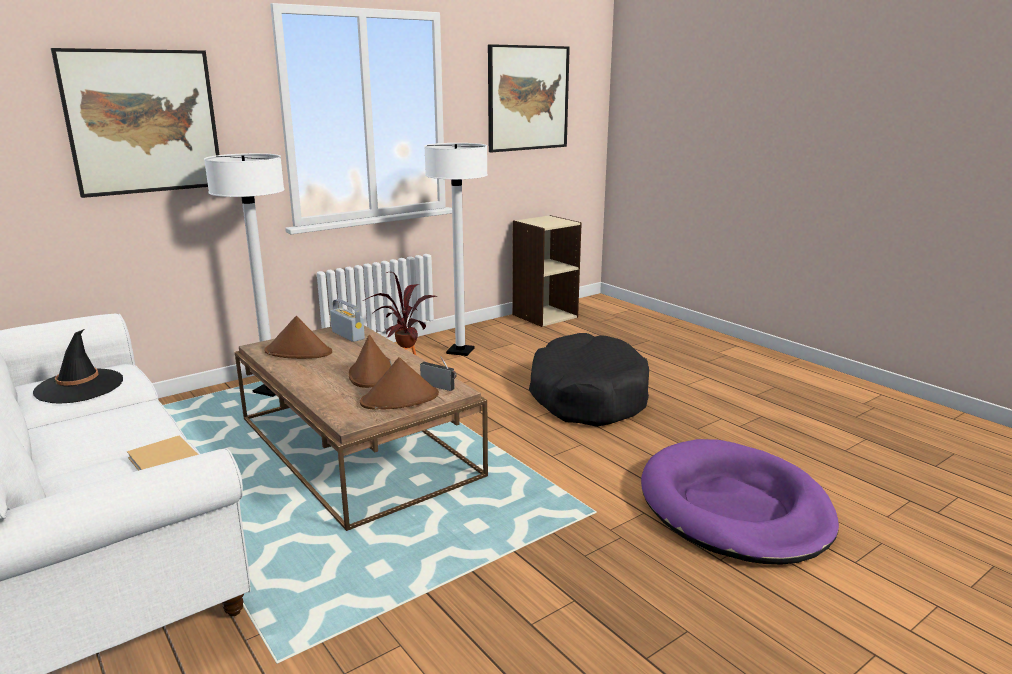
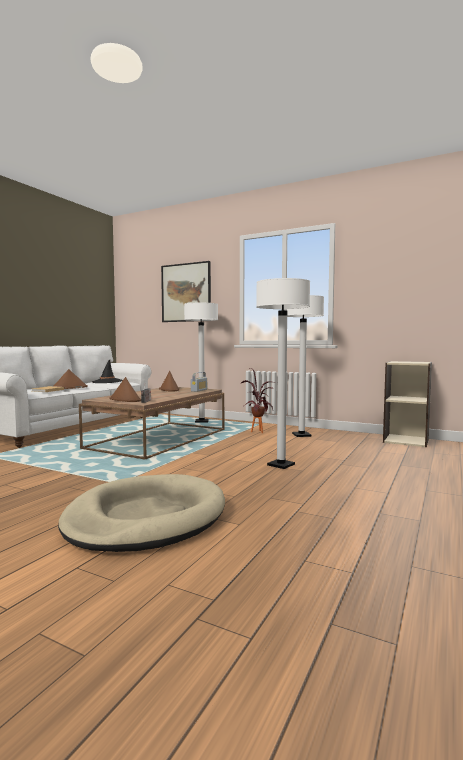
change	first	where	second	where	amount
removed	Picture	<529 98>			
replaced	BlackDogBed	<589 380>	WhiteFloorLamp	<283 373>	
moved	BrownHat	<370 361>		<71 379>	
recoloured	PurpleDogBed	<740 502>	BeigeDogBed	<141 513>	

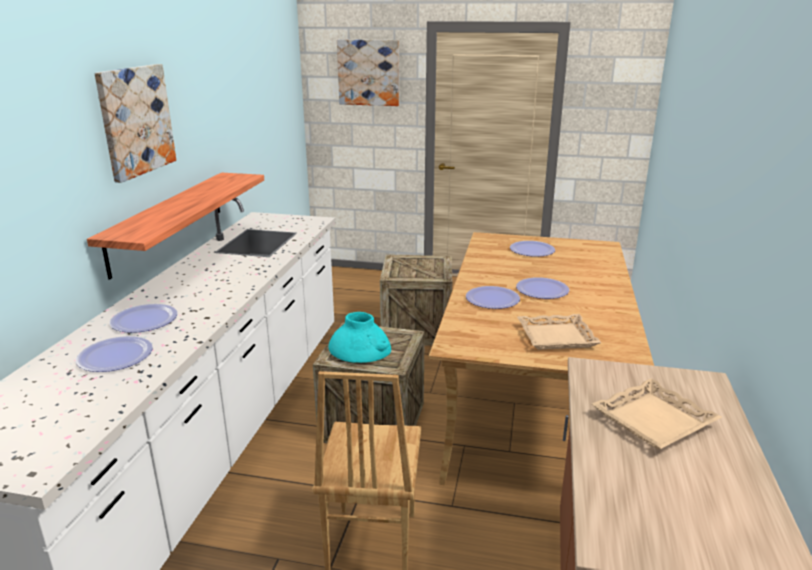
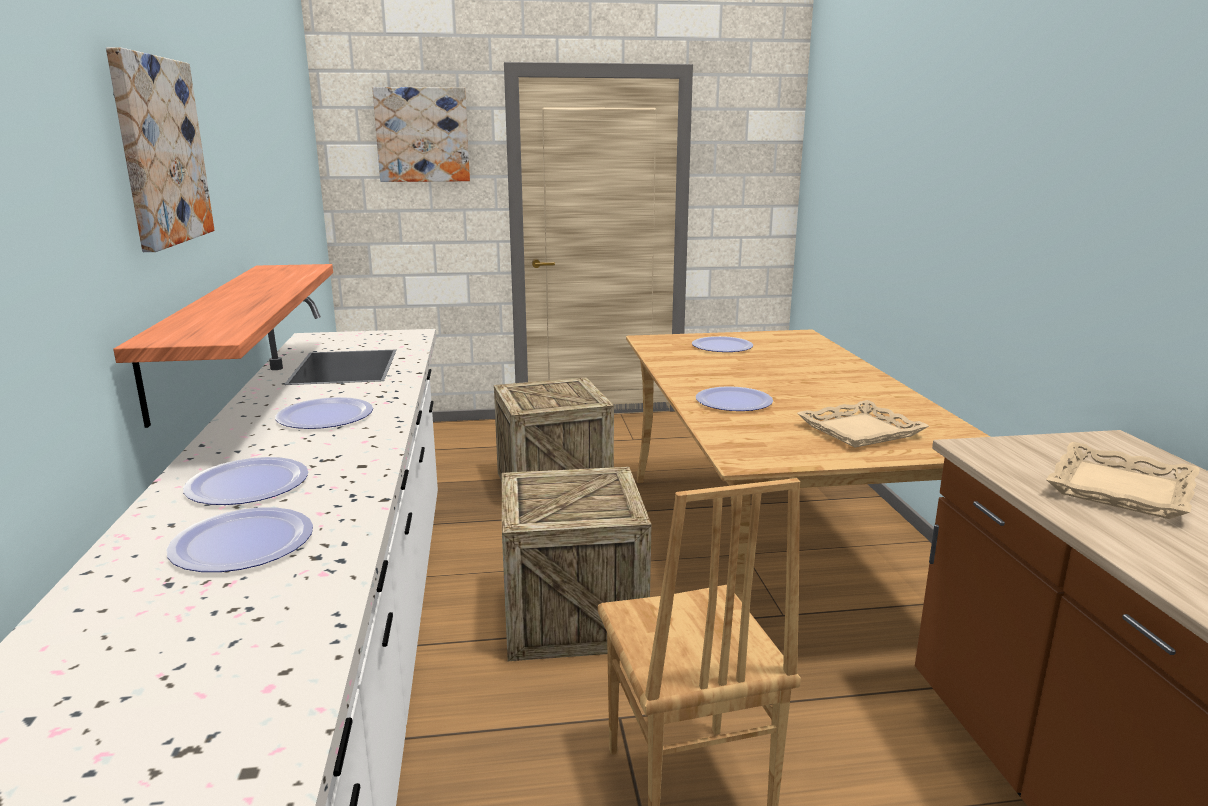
change	first	where	second	where	amount
moved	Plate	<542 288>		<324 413>	
removed	TurquoiseVase	<360 337>			

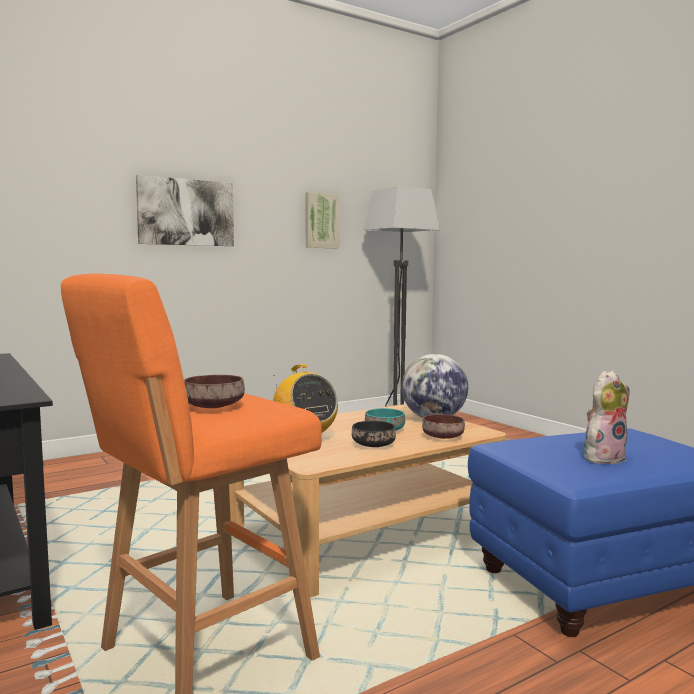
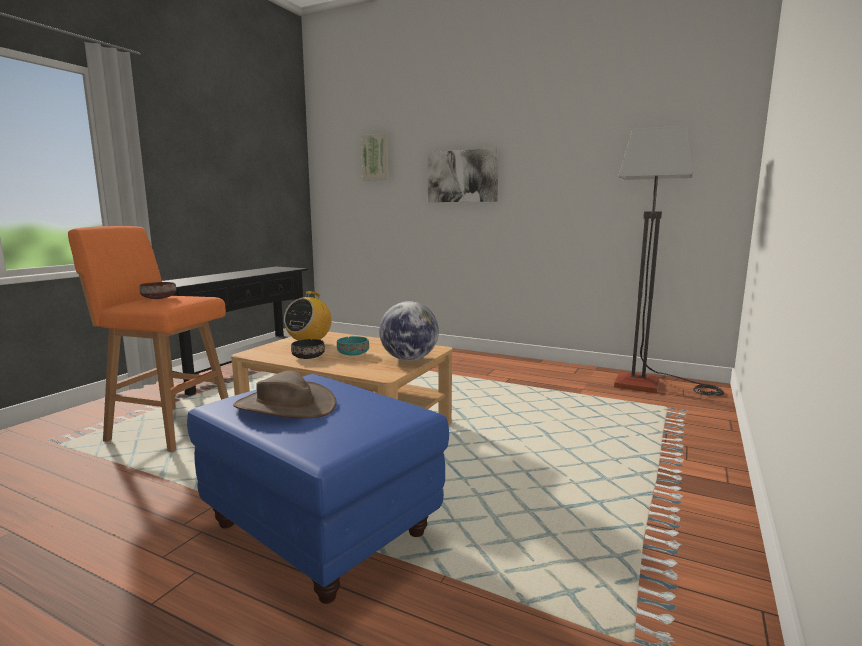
change	first	where	second	where	amount
moved	Picture	<322 220>		<375 157>	
replaced	PlushToy	<607 417>	BrownHat	<285 394>	
removed	BrownBowl	<443 426>			

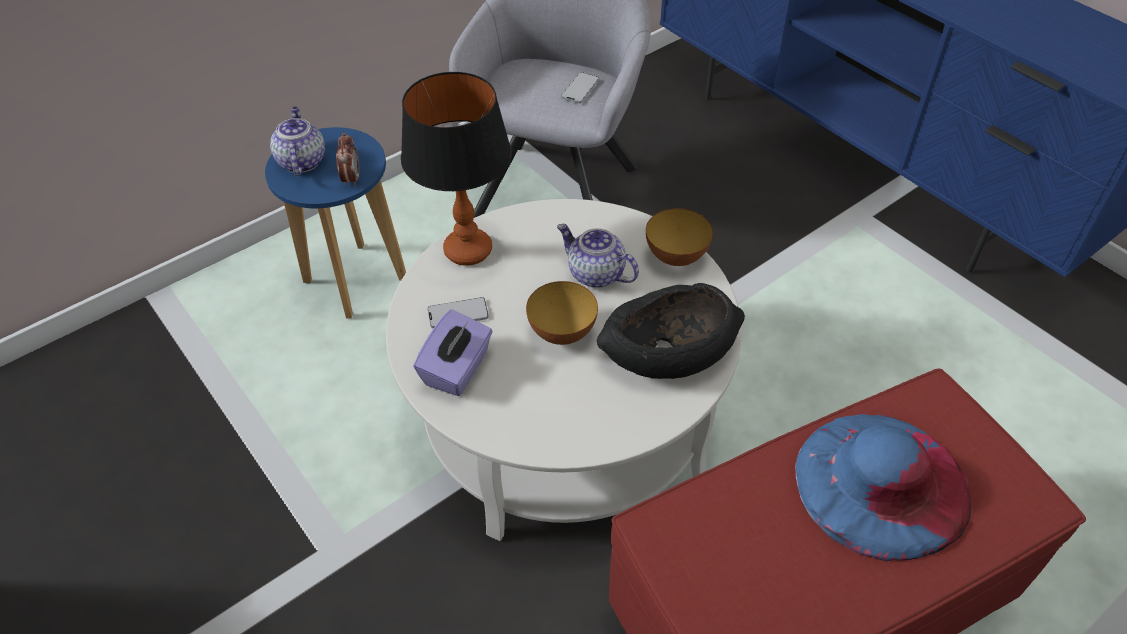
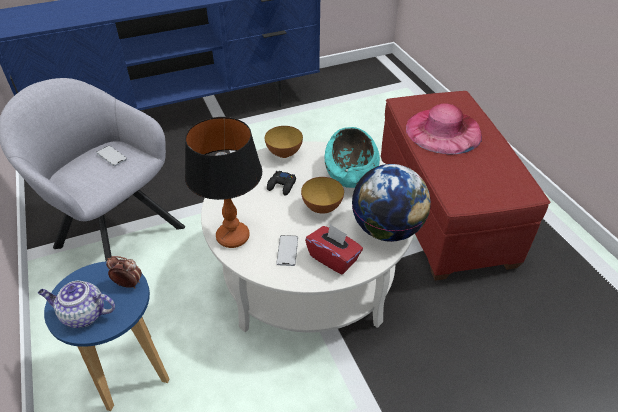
change	first	where	second	where	amount
replaced	Teapot	<598 256>	BlackGameController	<281 183>	
recoloured	BlackBowl	<671 331>	TurquoiseBowl	<352 157>	
recoloured	PurpleTissueBox	<453 352>	RedTissueBox	<334 249>	
recoloured	BlueHat	<883 488>	PinkHat	<444 128>	
added			Globe	<391 203>	

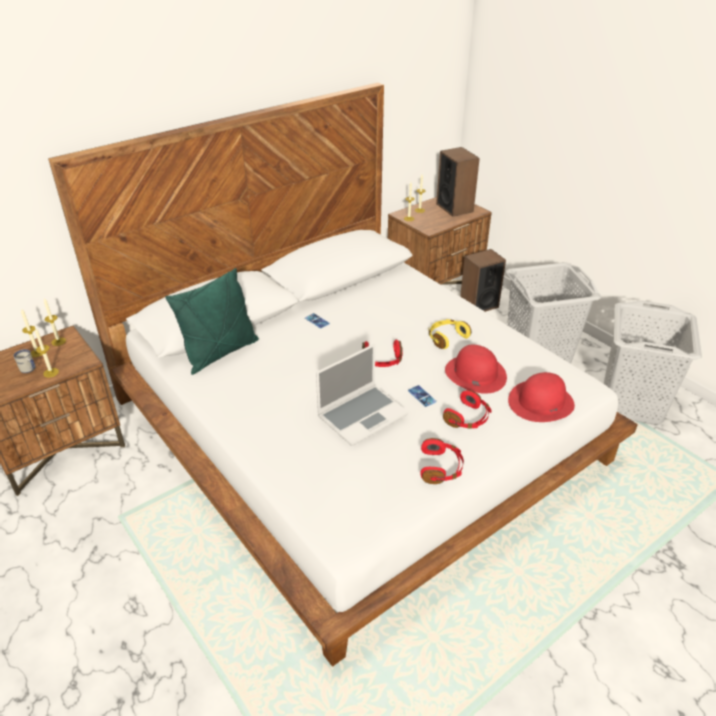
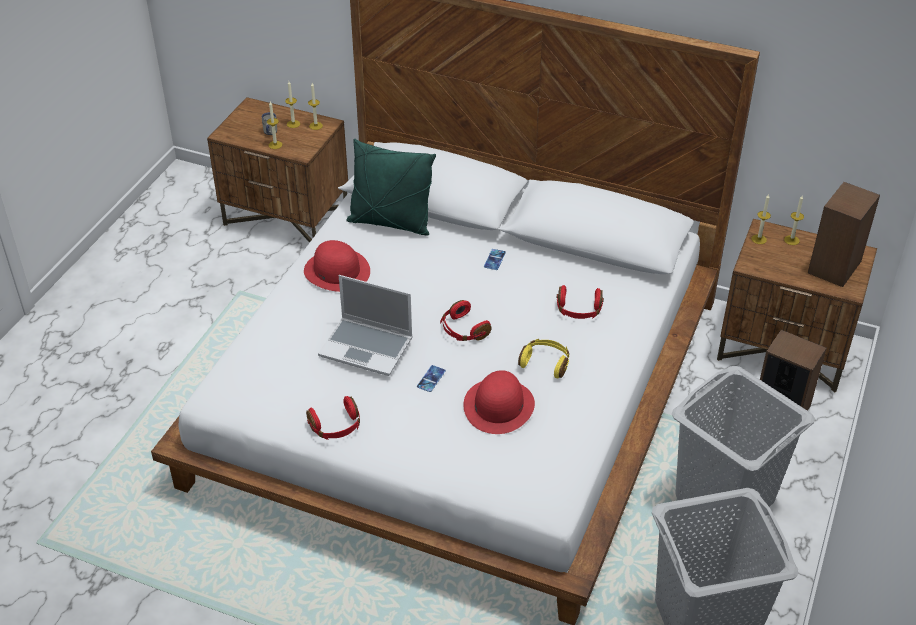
change	first	where	second	where	amount
moved	RedHat	<541 397>		<337 266>	
moved	RedHeadphones	<467 409>		<580 302>	

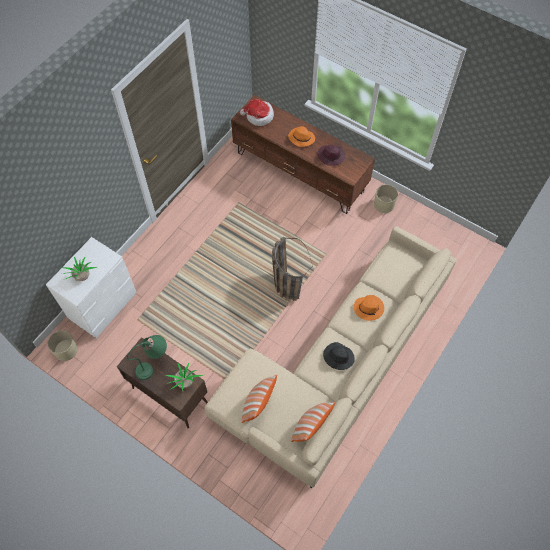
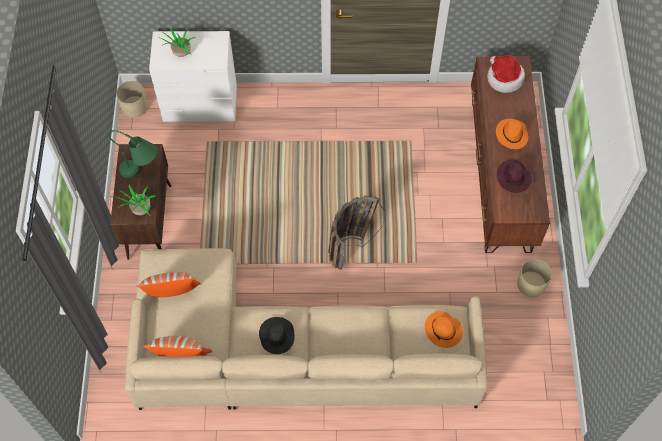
change	first	where	second	where	amount
moved	OrangeHat	<369 308>		<444 329>	

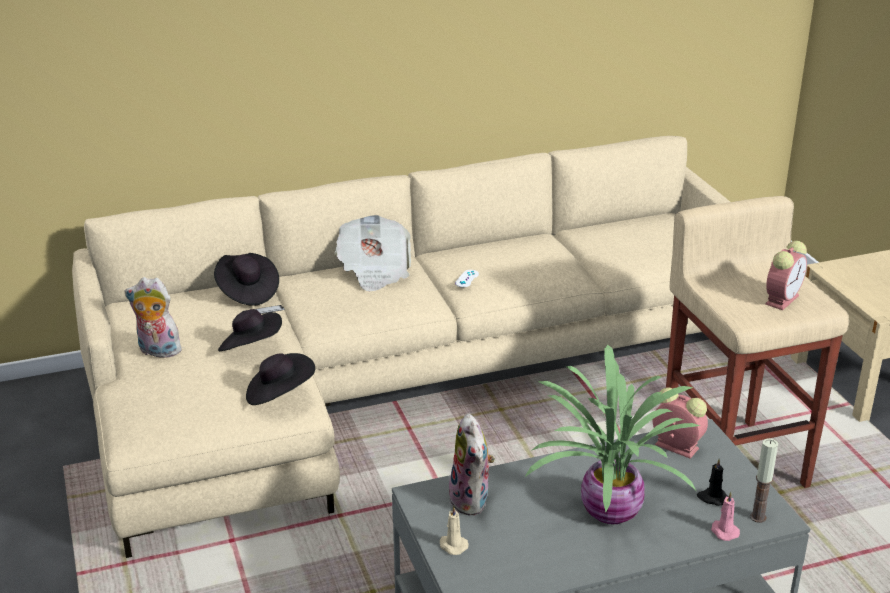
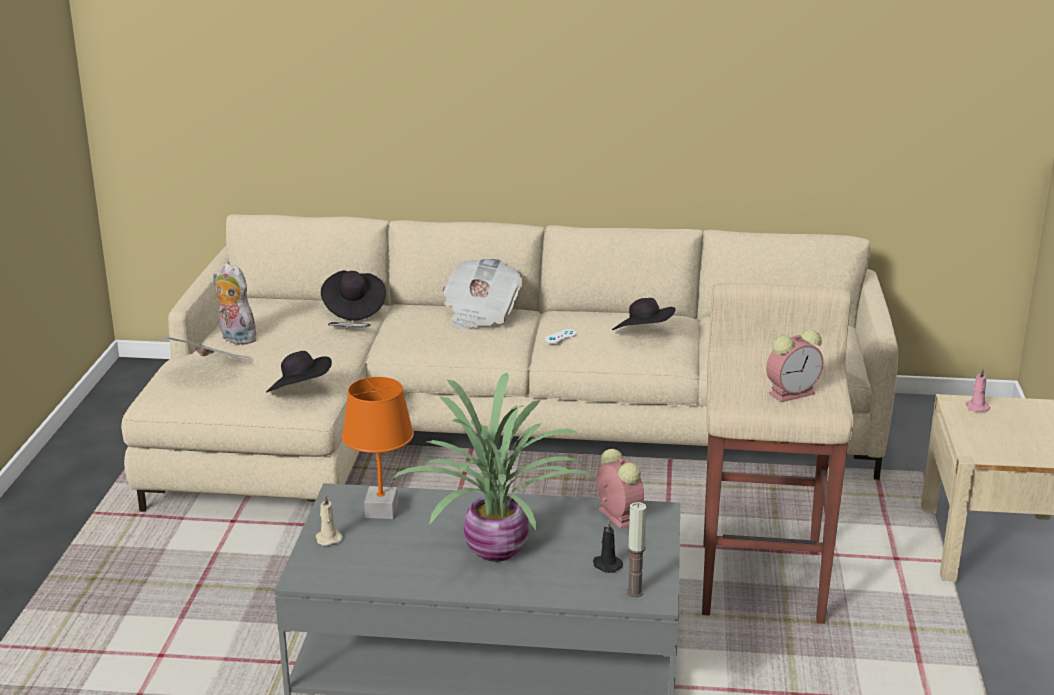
change	first	where	second	where	amount
moved	BlackHat	<250 330>		<644 314>	
replaced	PlushToy	<472 464>	OrangeTableLamp	<378 448>	
moved	PinkCandle	<725 516>		<978 390>	
added			Newspaper	<204 347>	

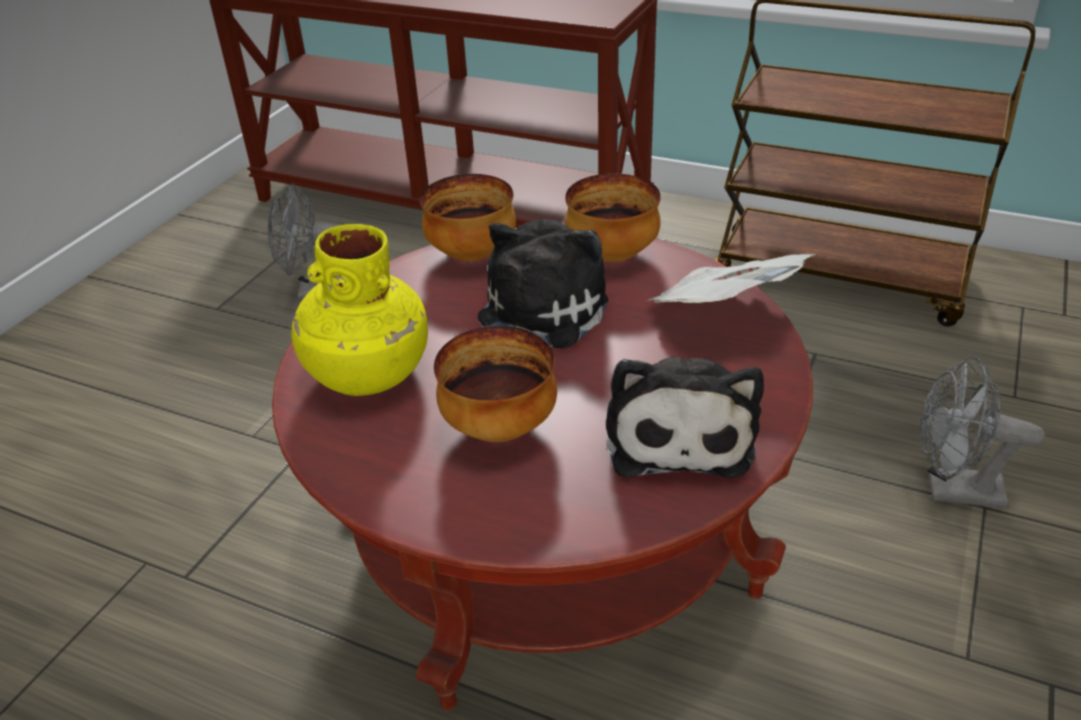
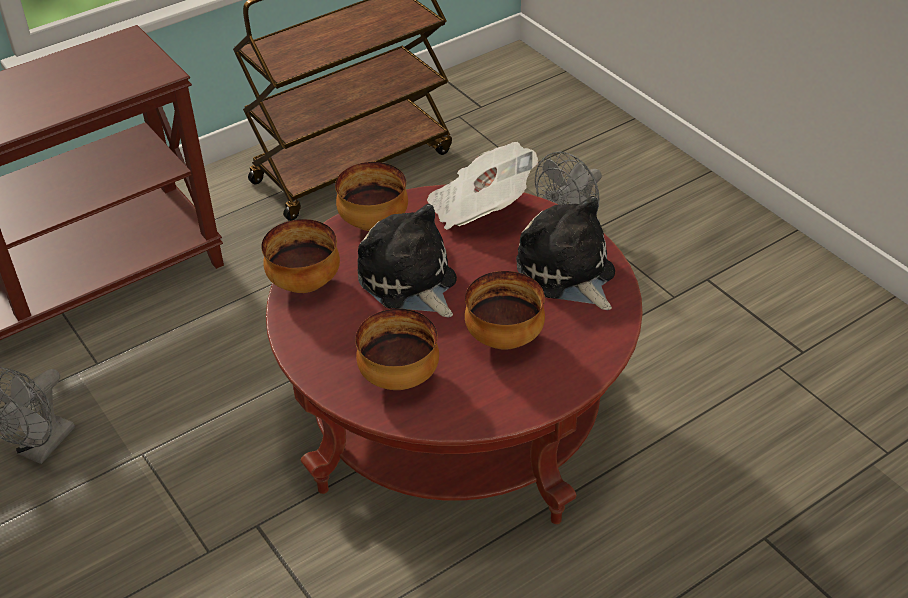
change	first	where	second	where	amount
replaced	YellowVase	<359 310>	Bowl	<397 349>	
turned	PlushToy	<685 417>		<565 253>	150 degrees counterclockwise

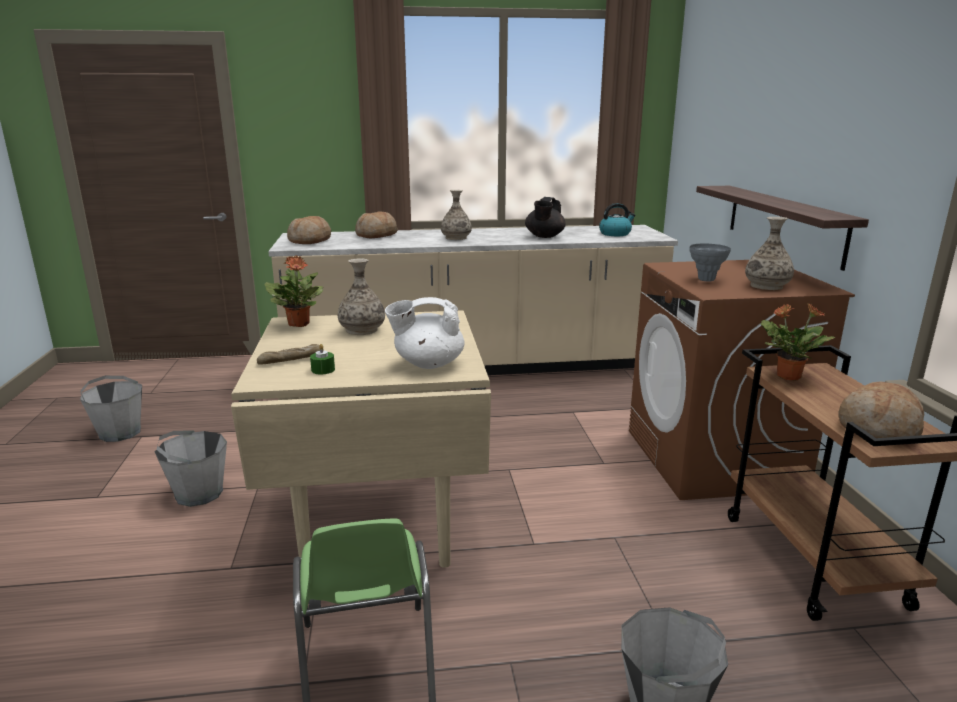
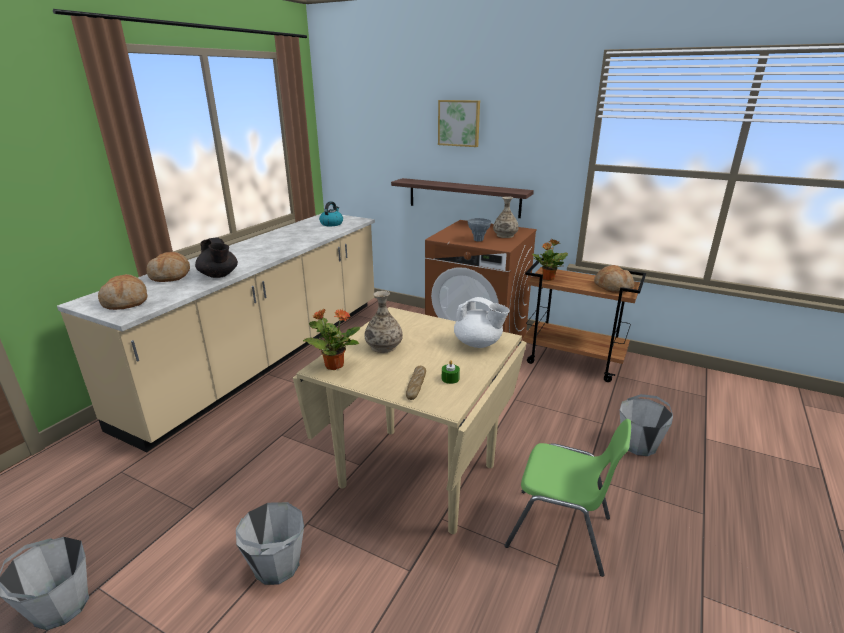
change	first	where	second	where	amount
removed	Vase	<456 215>			
moved	BlackTeapot	<545 217>		<216 257>	
turned	WhiteTeapot	<425 333>		<482 322>	90 degrees counterclockwise
added			Picture	<459 123>	

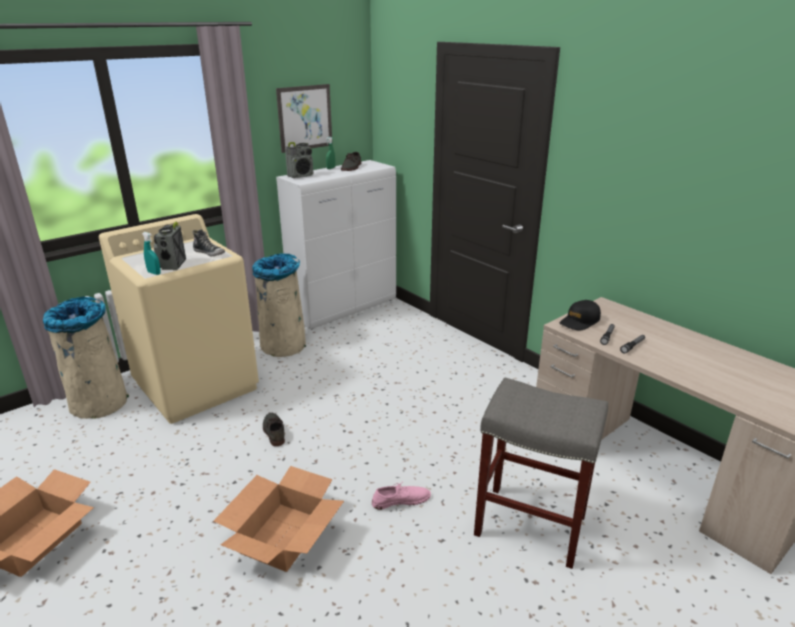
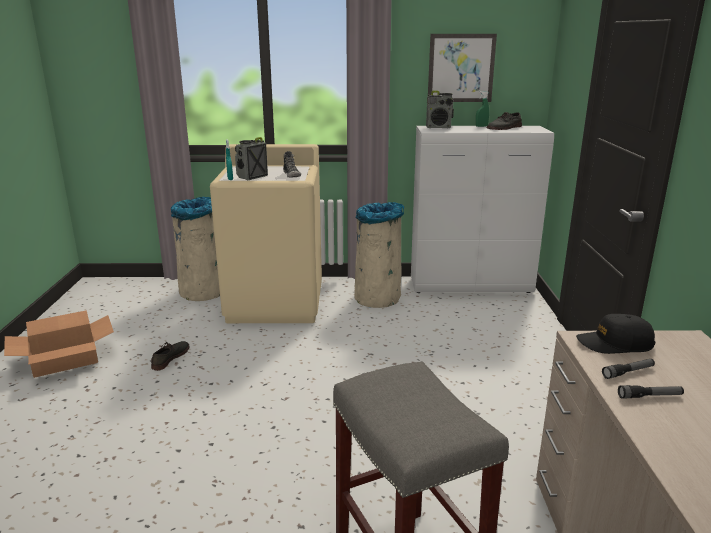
change	first	where	second	where	amount
moved	GreyShoe	<274 429>		<170 356>	
removed	CardboardBox	<279 519>			
removed	PinkShoe	<401 495>			

